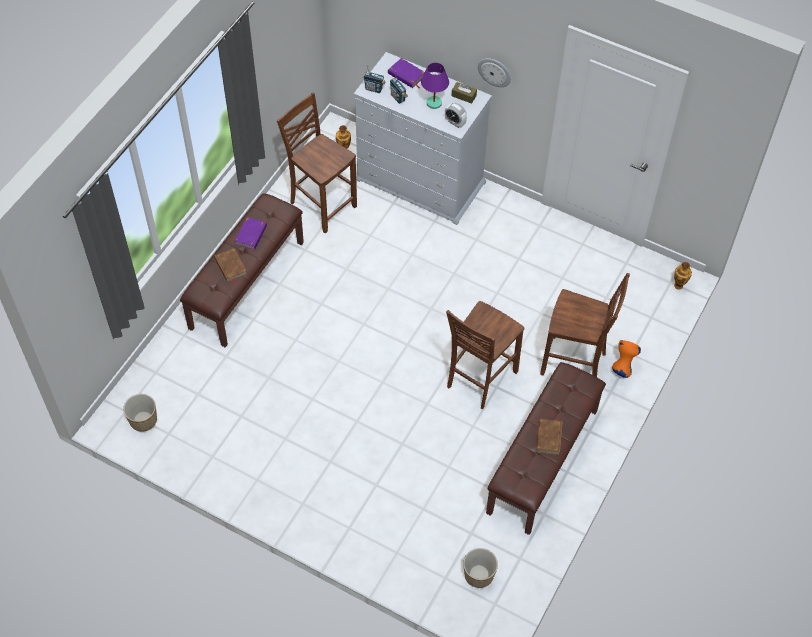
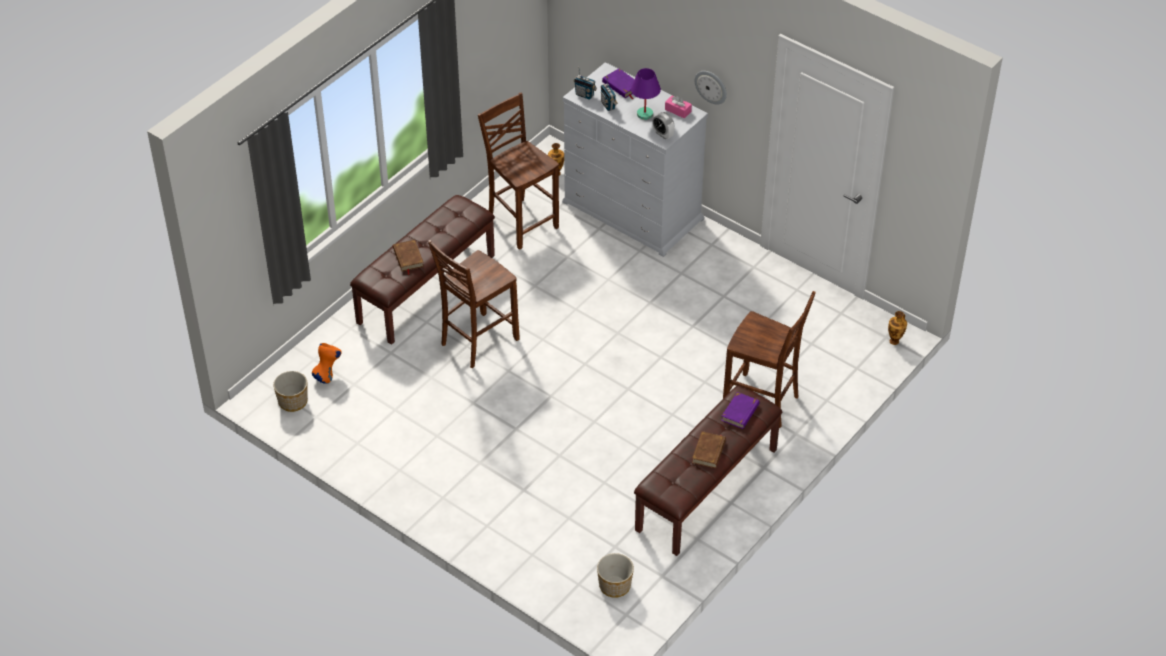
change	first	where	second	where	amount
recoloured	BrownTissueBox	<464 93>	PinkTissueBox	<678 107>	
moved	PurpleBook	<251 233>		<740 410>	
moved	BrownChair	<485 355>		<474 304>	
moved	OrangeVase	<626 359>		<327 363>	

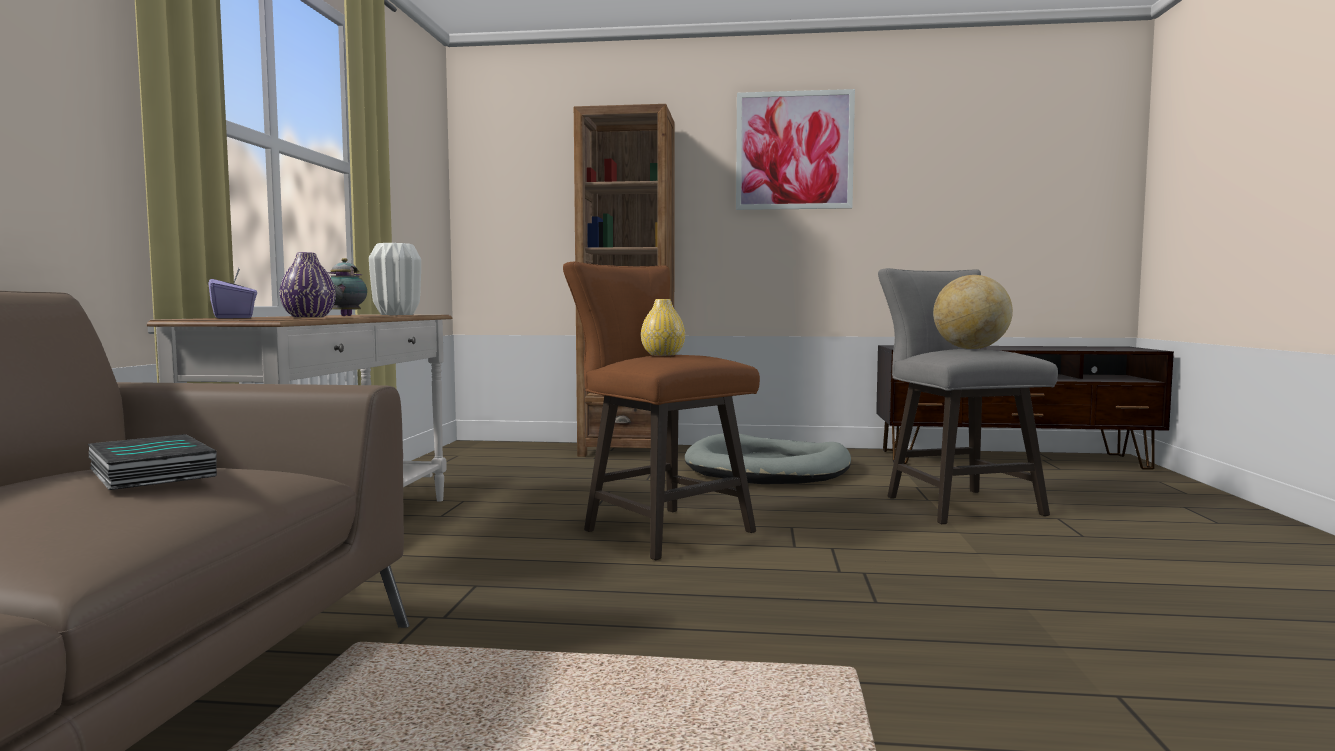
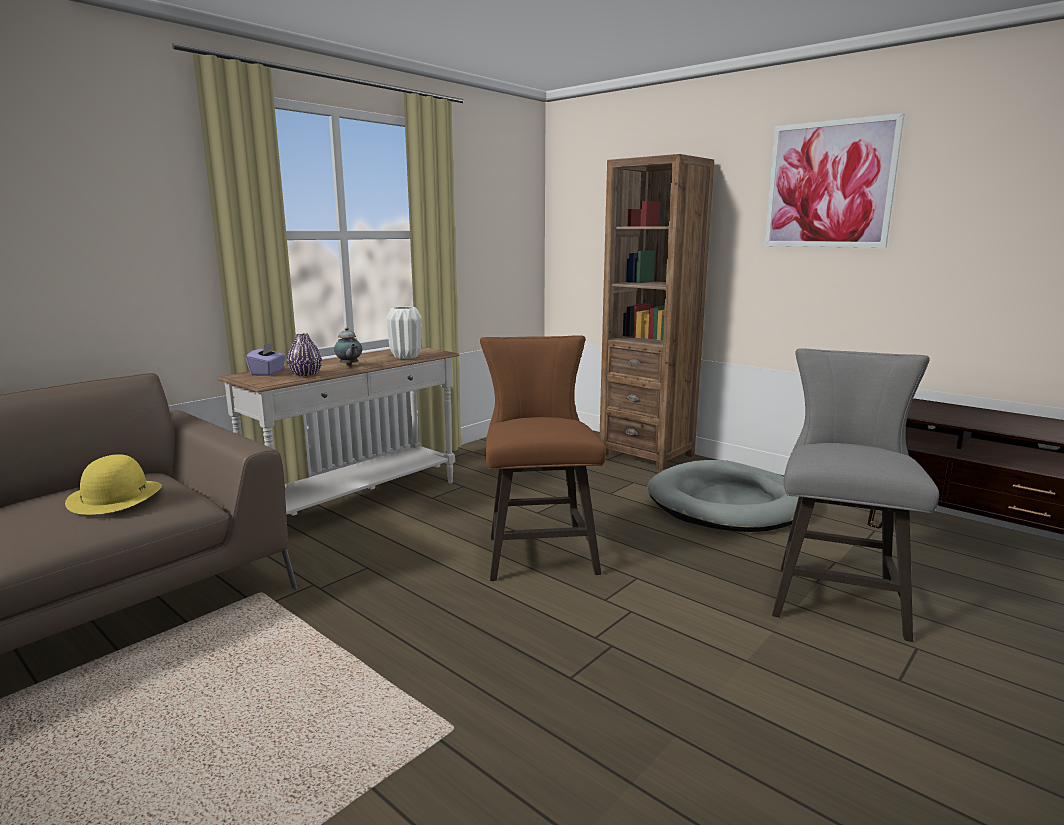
change	first	where	second	where	amount
turned	Teapot	<347 287>		<348 347>	75 degrees counterclockwise
removed	Globe	<973 312>			
removed	YellowVase	<663 327>			
replaced	Book	<152 462>	YellowHat	<113 484>	

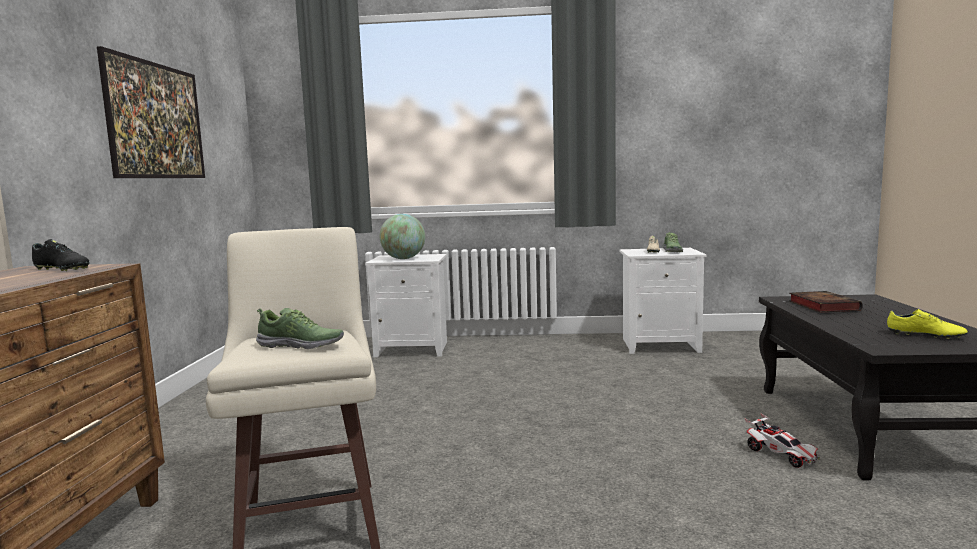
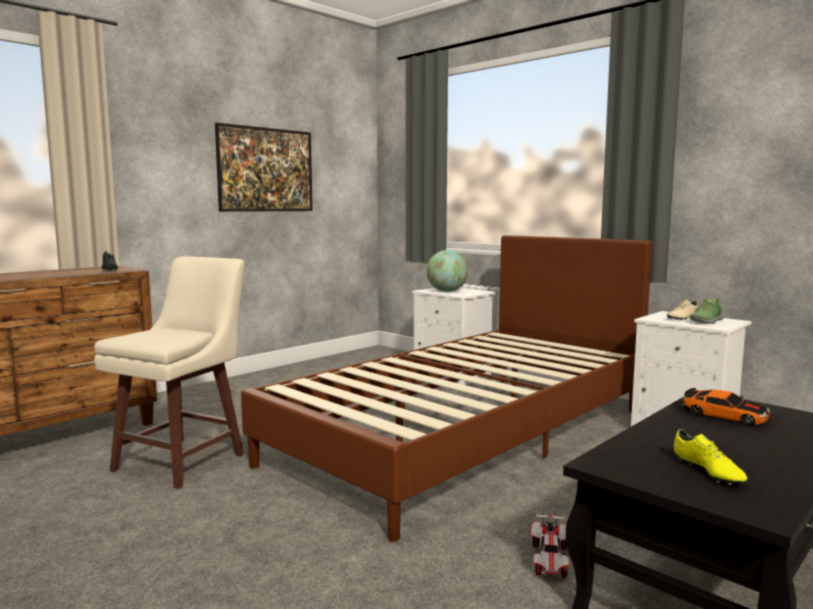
change	first	where	second	where	amount
replaced	Book	<825 302>	ToyCar	<726 407>	
removed	Shoe	<300 328>			
added			BrownBed	<446 388>	

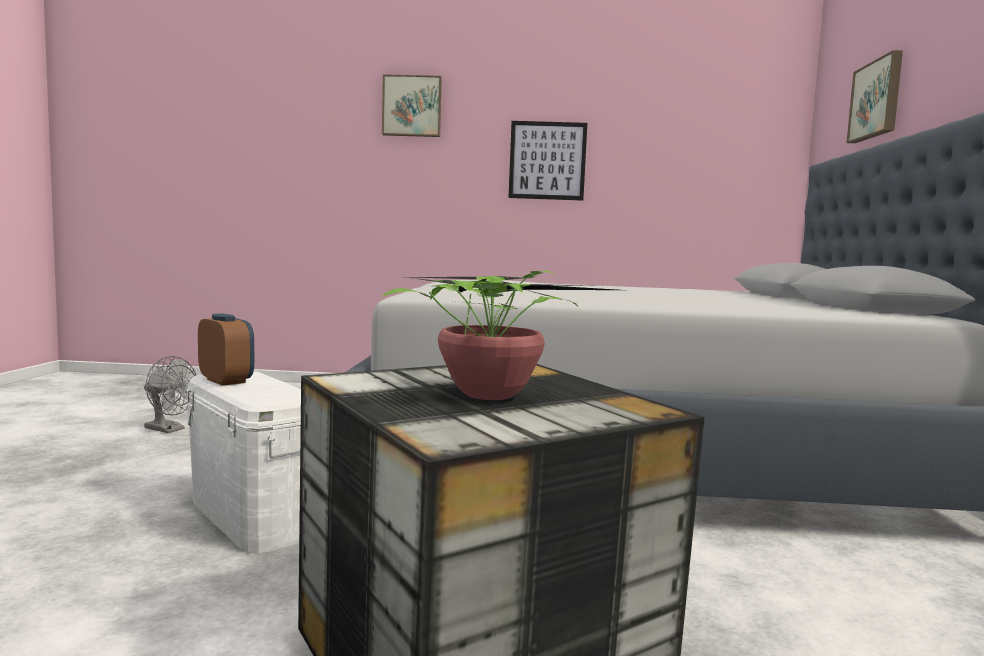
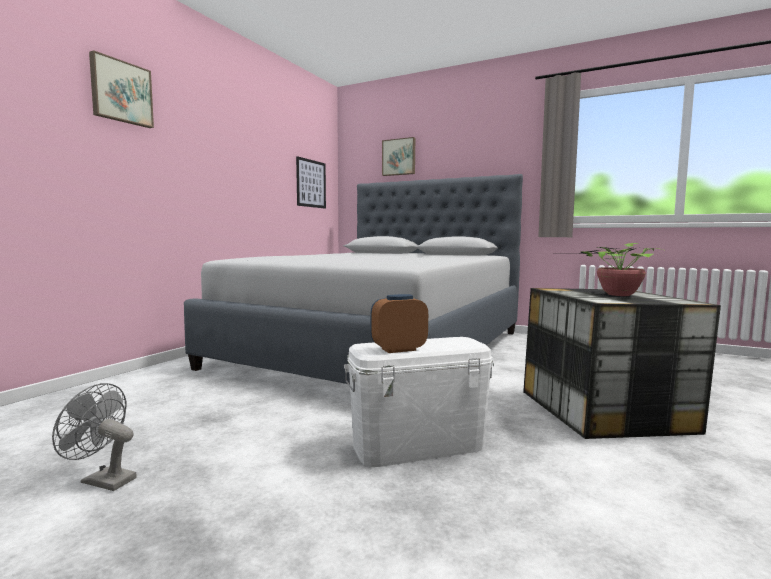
change	first	where	second	where	amount
moved	Picture	<547 161>		<311 182>	
turned	GreyFan	<170 394>		<94 437>	120 degrees counterclockwise

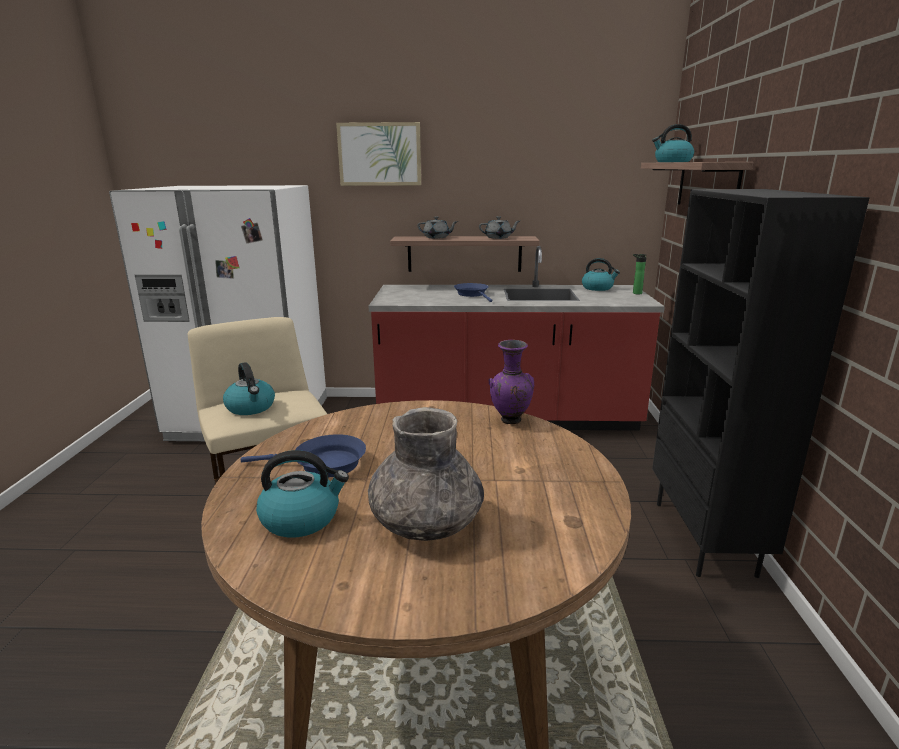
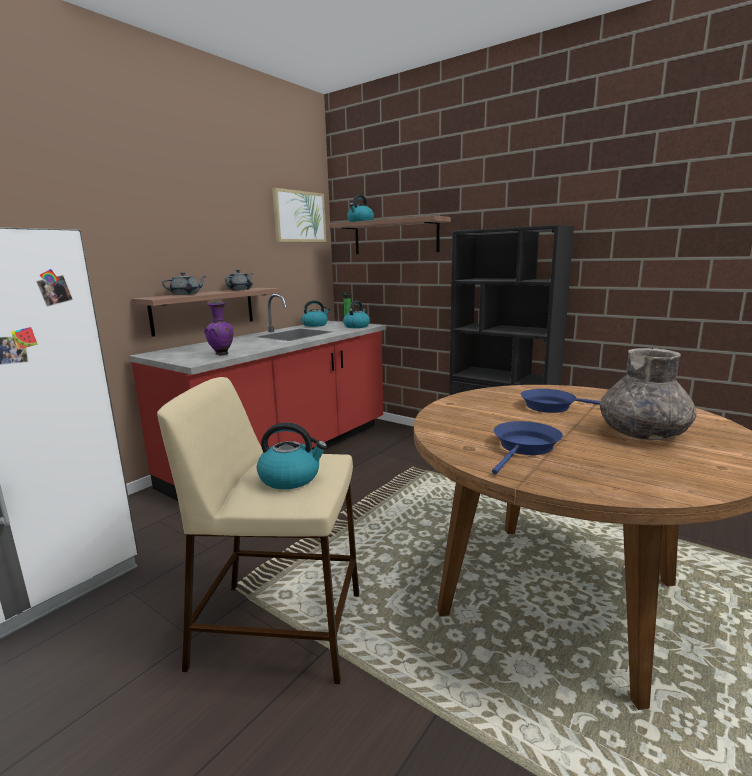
change	first	where	second	where	amount
moved	Picture	<378 154>		<299 215>	
moved	BlueFryingPan	<473 292>		<561 401>	
moved	PurpleVase	<511 382>		<218 329>	
moved	Kettle	<302 493>		<356 314>	

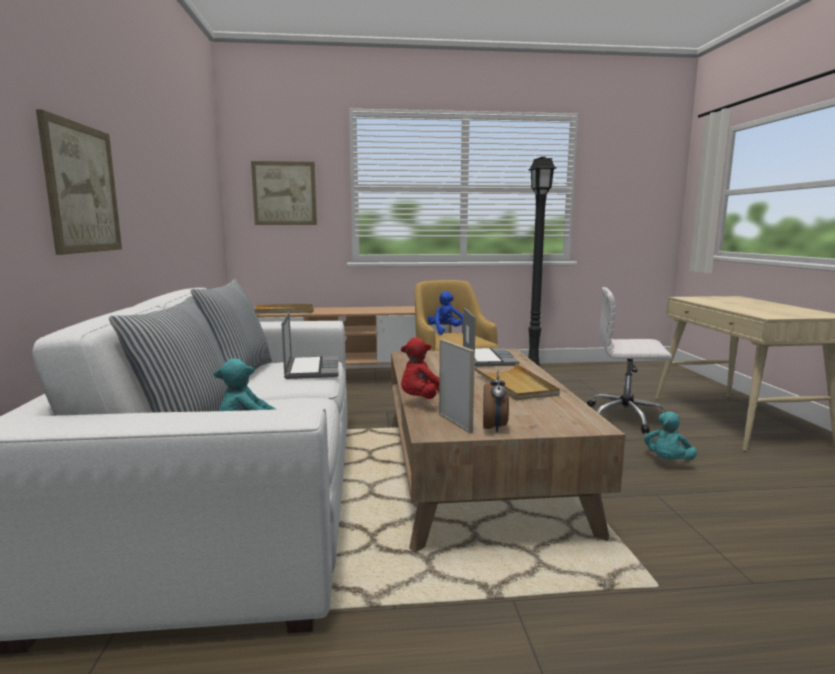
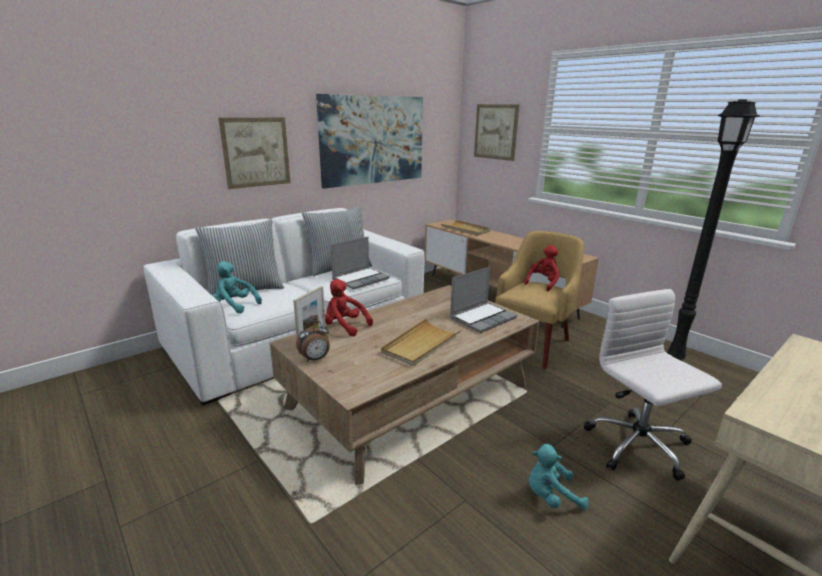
change	first	where	second	where	amount
recoloured	BluePlushToy	<445 313>	RedPlushToy	<542 268>	
added			Picture	<369 141>	

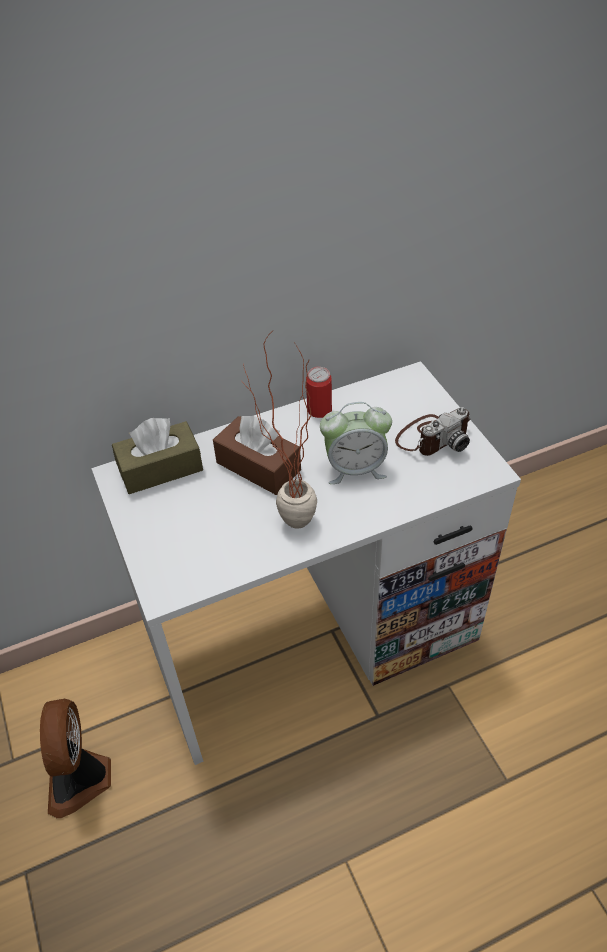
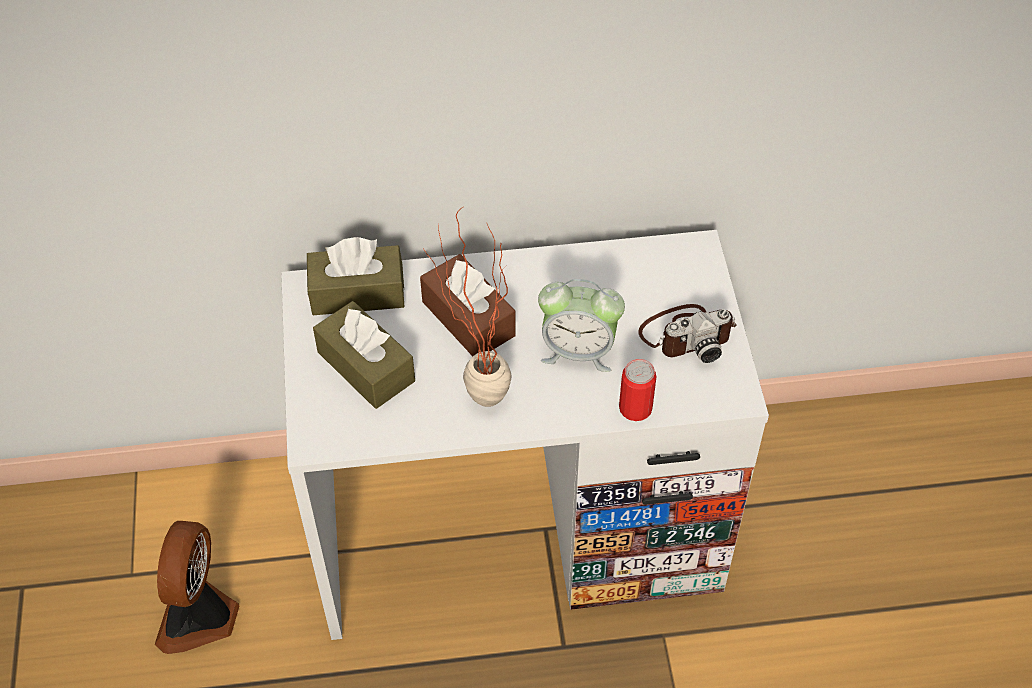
change	first	where	second	where	amount
moved	Can	<319 392>		<637 390>	
added			BrownTissueBox	<364 355>	

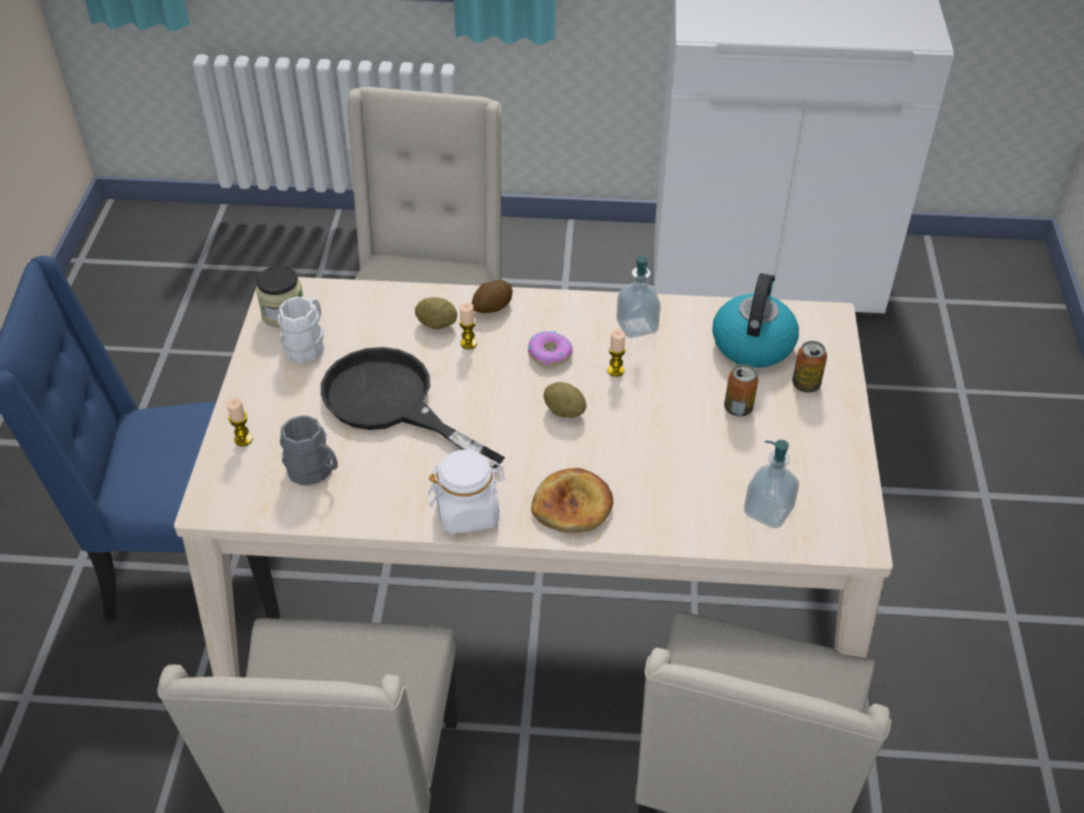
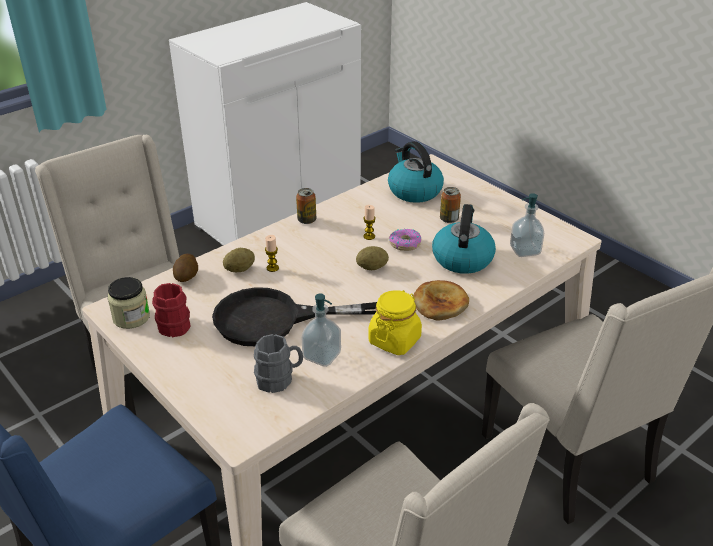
change	first	where	second	where	amount
moved	SoapDispenser	<638 297>		<321 330>	
moved	Potato	<492 296>		<185 268>	
recoloured	WhiteMug	<300 330>	RedMug	<171 310>	
moved	Donut	<550 349>		<405 240>	
moved	Can	<809 367>		<306 206>	
removed	Candle	<240 422>			
recoloured	WhiteJar	<467 491>	YellowJar	<395 322>	
added			Kettle	<464 239>	

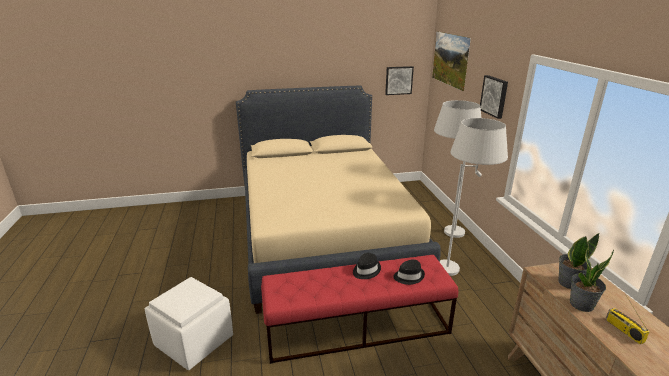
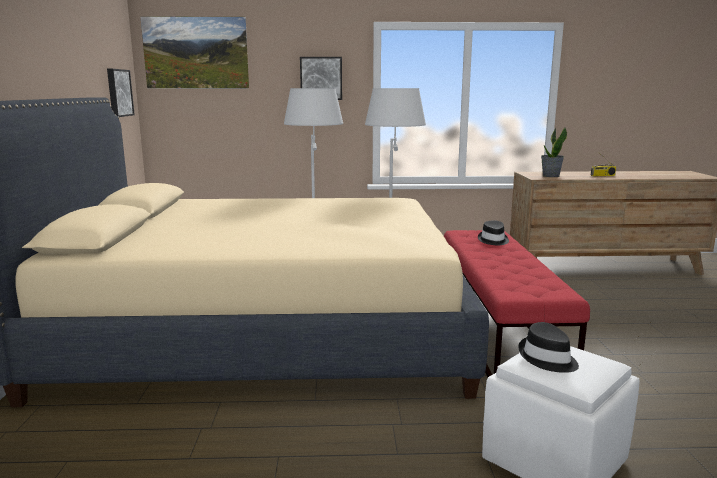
change	first	where	second	where	amount
removed	PottedPlant	<592 277>			
moved	BlackHat	<367 266>		<548 347>	

